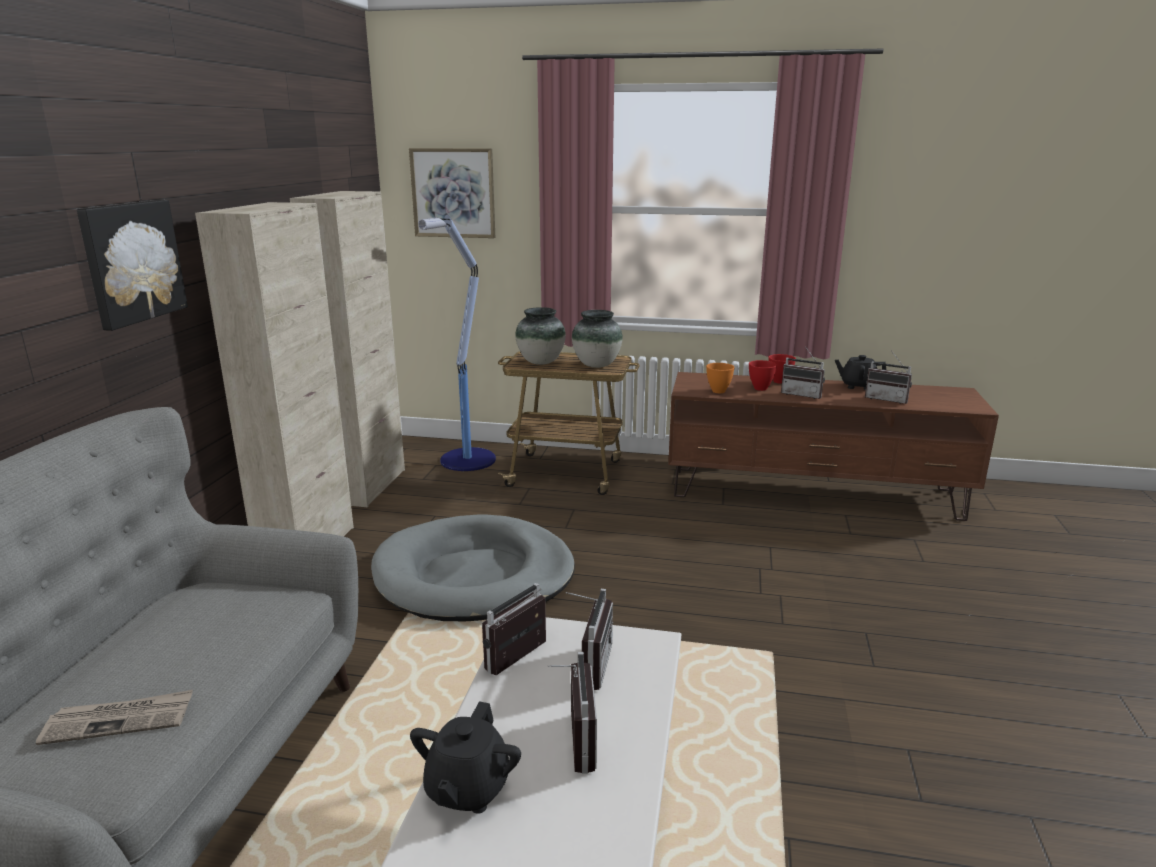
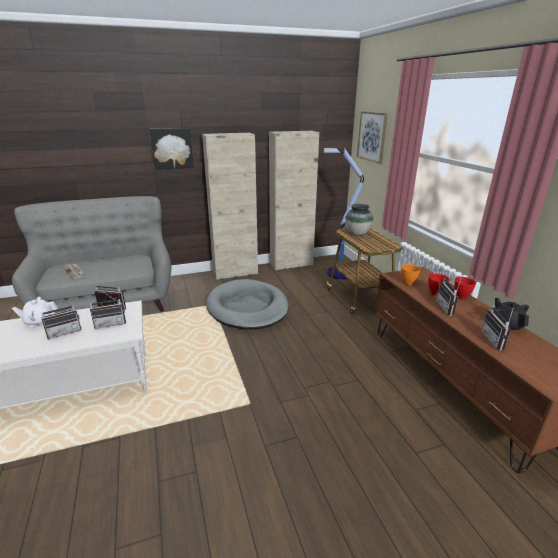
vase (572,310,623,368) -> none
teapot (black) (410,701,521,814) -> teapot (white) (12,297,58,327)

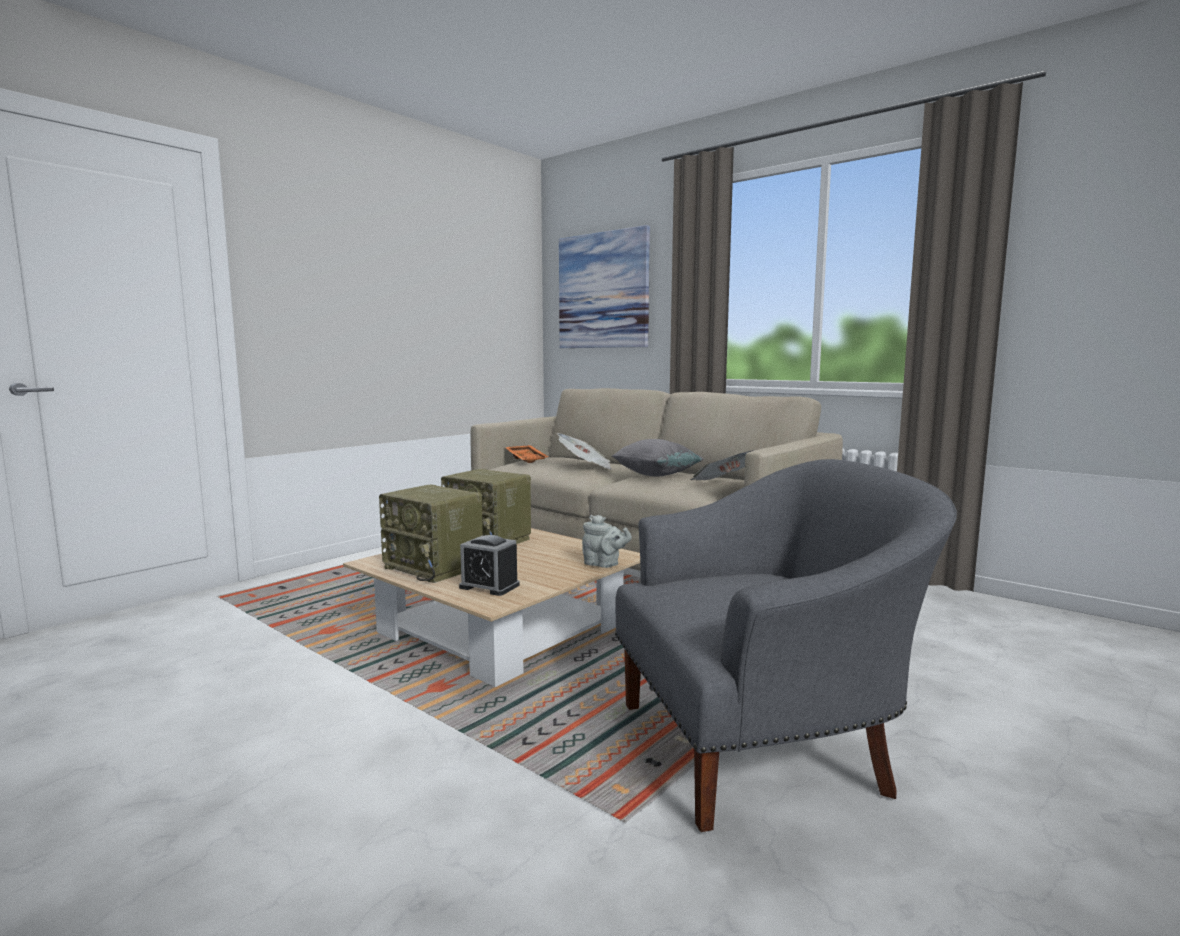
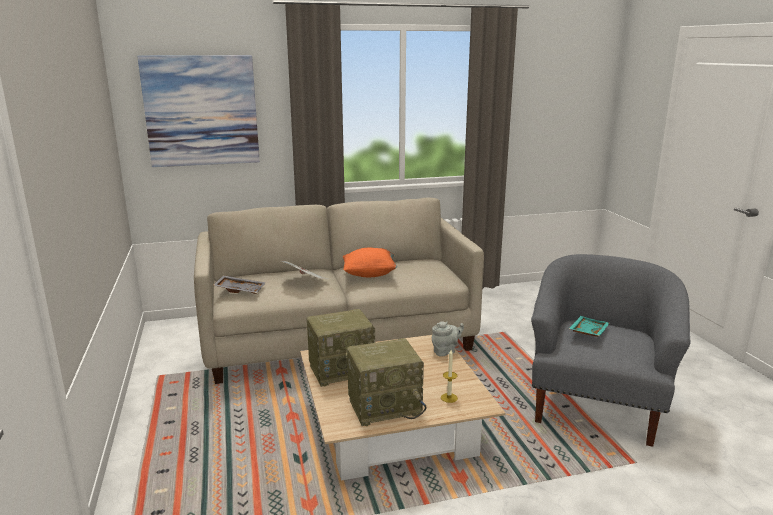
pillow (grey) (612,439,704,477) -> pillow (orange) (343,248,397,277)
tray (orange) (505,445,549,463) -> tray (grey) (214,275,266,294)
newspaper (690,450,754,481) -> none
alarm clock (459,535,520,596) -> candle (441,350,458,403)
none -> tray (turquoise) (569,316,609,337)

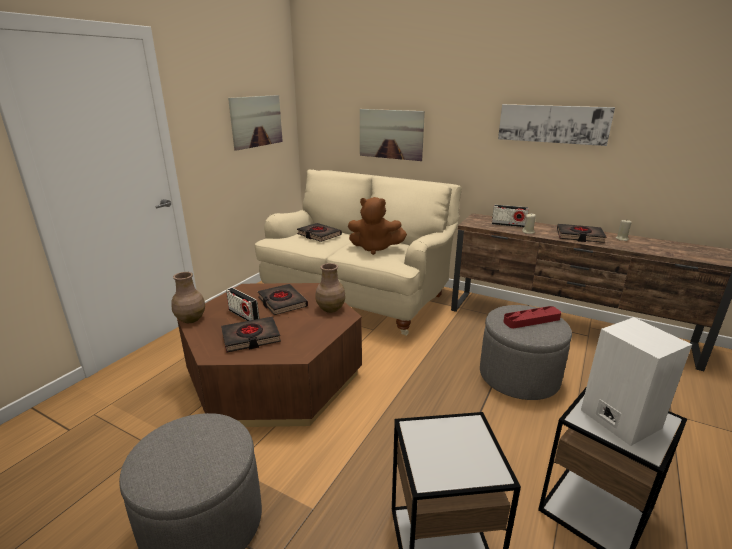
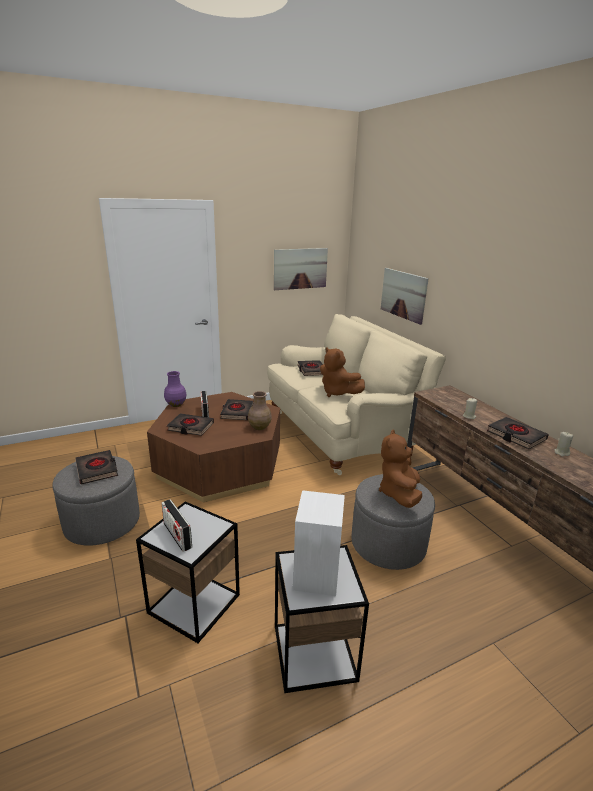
picture (498,104,615,146) -> none
radio (492,205,529,227) -> radio (162,499,192,552), relocated
vase (brown) (172,272,205,323) -> vase (purple) (164,371,186,407)
tray (red) (503,306,561,328) -> plush toy (brown) (379,429,422,508)
none -> book (black) (75,450,118,485)

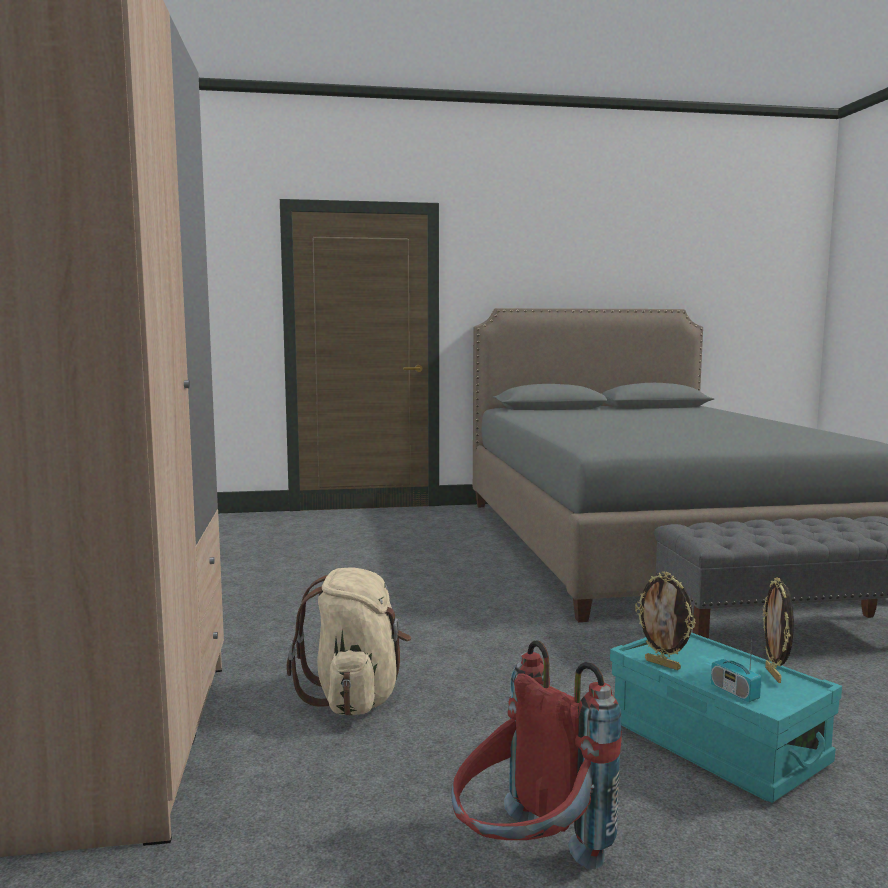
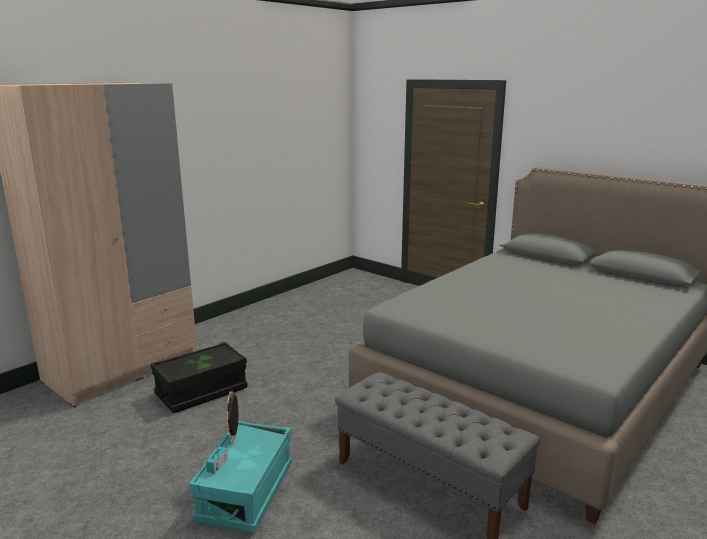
backpack (beige) (286,567,411,716) -> storage box (black) (151,342,248,413)
picture frame (763,577,794,683) -> none
backpack (red) (451,640,622,869) -> none

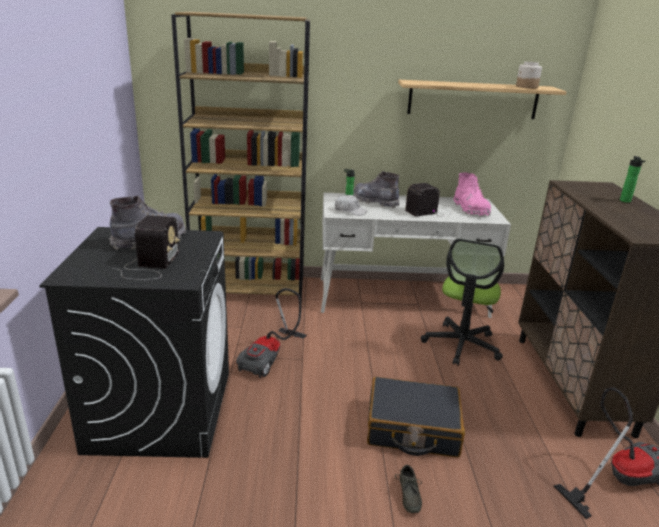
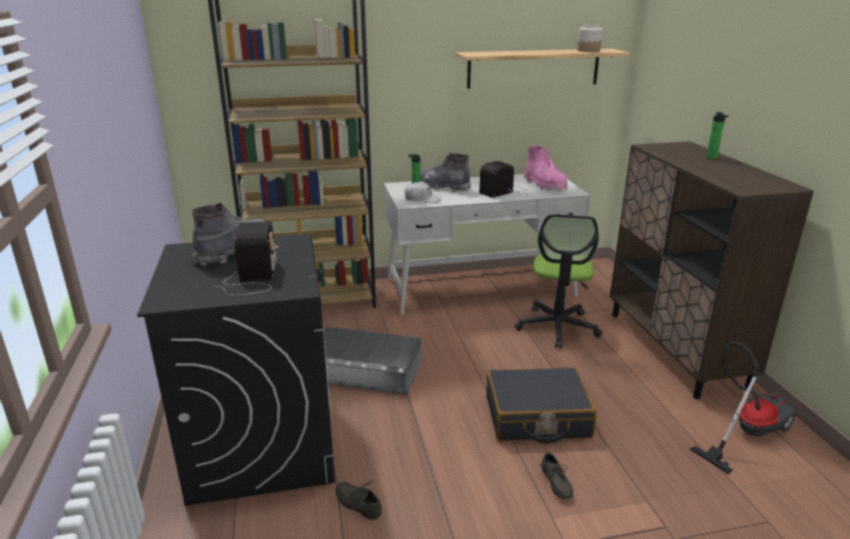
vacuum cleaner (236,288,307,378) -> storage box (grey) (323,327,422,395)
none -> shoe (grey) (336,479,382,520)

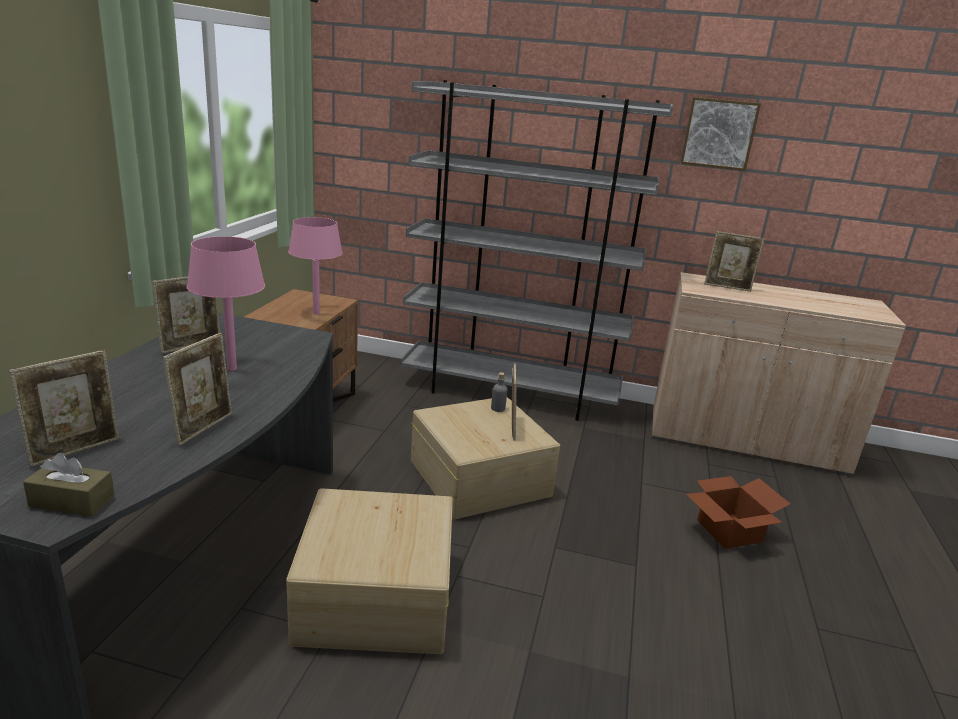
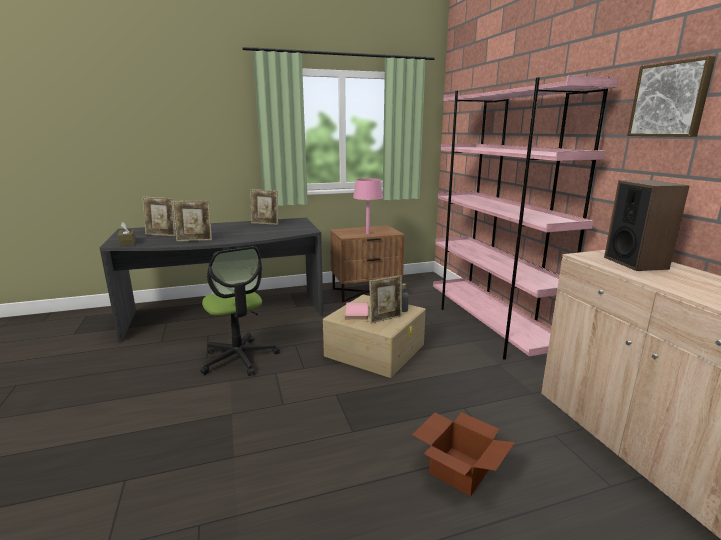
bookcase (grey) (401,80,673,421) -> bookcase (pink) (433,75,618,360)
picture frame (704,231,765,292) -> speaker (604,180,689,271)
table lamp (pink) (187,236,265,371) -> none
storage box (beige) (286,488,453,654) -> office chair (200,246,280,376)
none -> book (pink) (345,302,368,320)

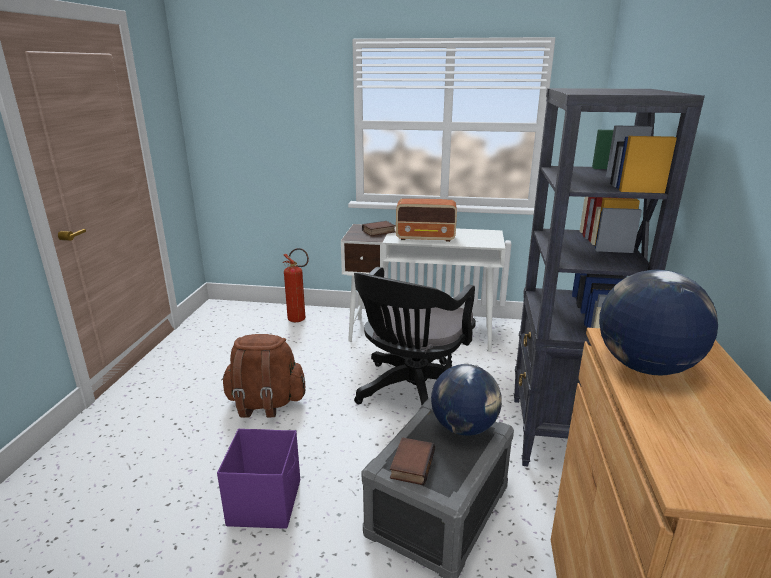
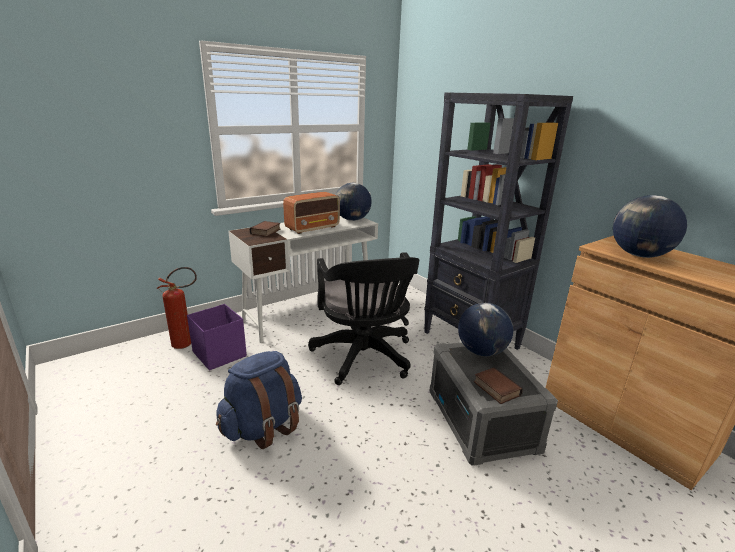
backpack (brown) (222,334,305,418) -> backpack (blue) (216,351,302,449)
storage box (purple) (217,429,300,529) -> storage box (purple) (187,304,247,371), relocated
none -> globe (335,183,372,221)

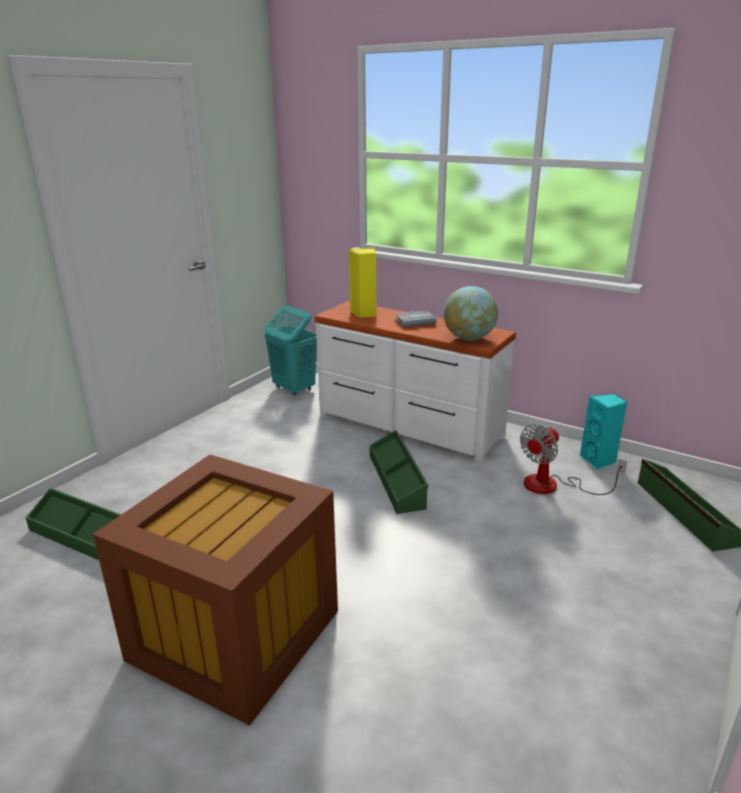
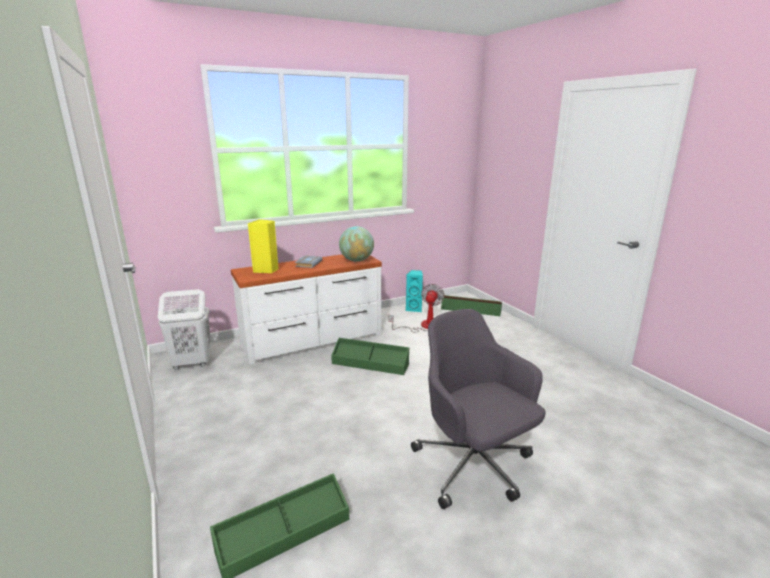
laundry basket (turquoise) (264,306,317,396) -> laundry basket (white) (158,289,211,370)
fan (520,424,627,495) -> fan (389,284,445,333), 150 degrees counterclockwise
storage box (brown) (93,454,338,726) -> office chair (grey) (411,309,546,509)

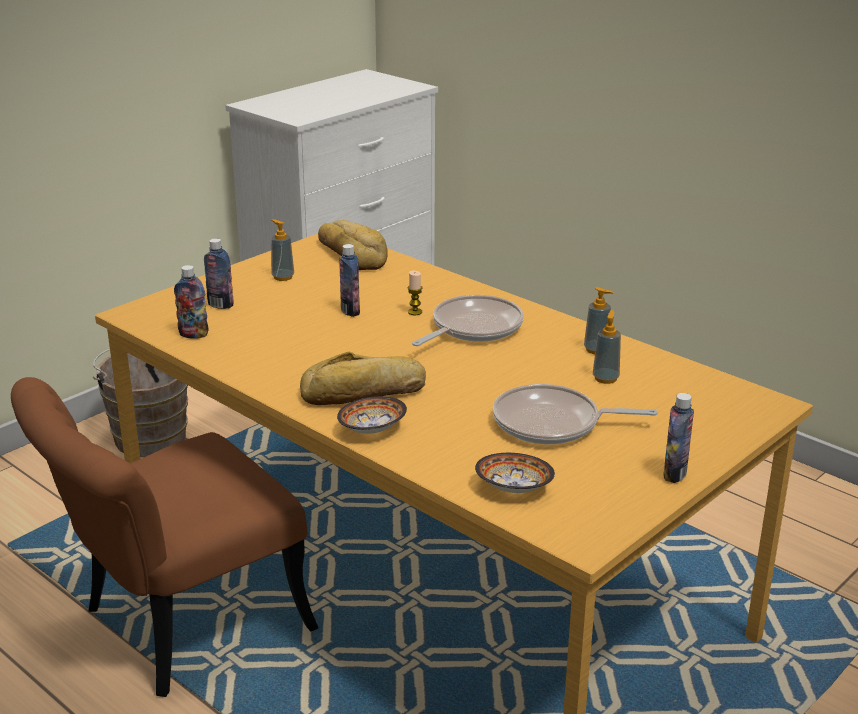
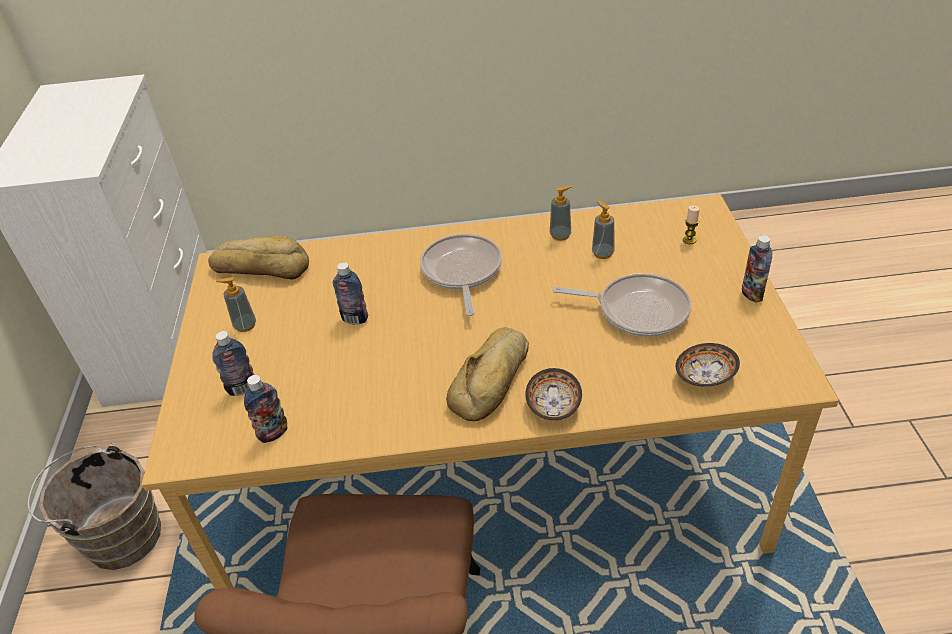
candle (408,271,422,315) -> candle (683,205,700,244), relocated
frying pan (493,384,658,445) -> frying pan (553,273,691,337), 120 degrees counterclockwise

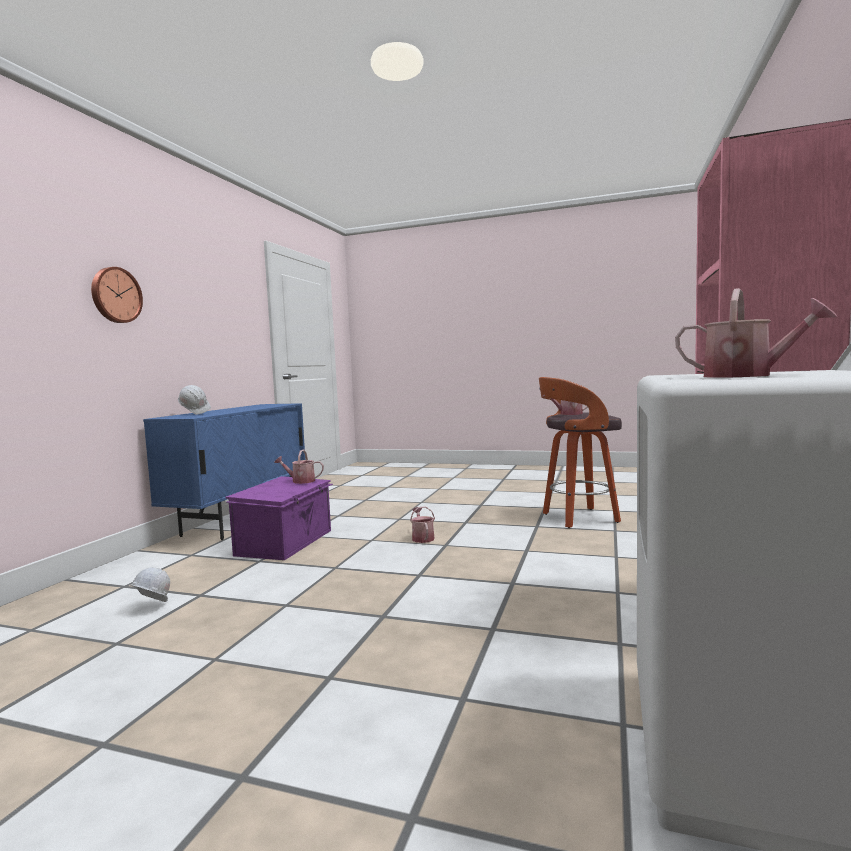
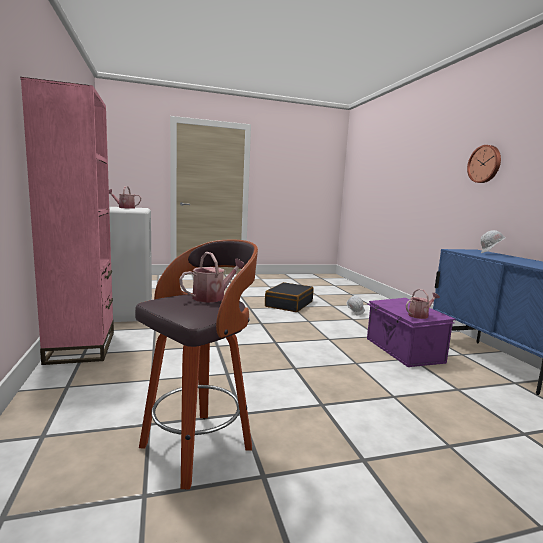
watering can (410,506,435,543) -> none
none -> suitcase (black) (265,282,314,312)

